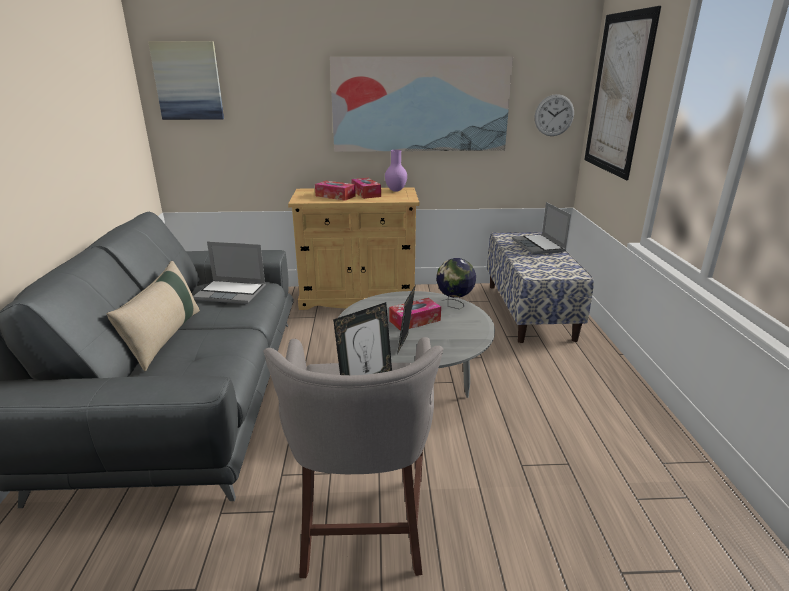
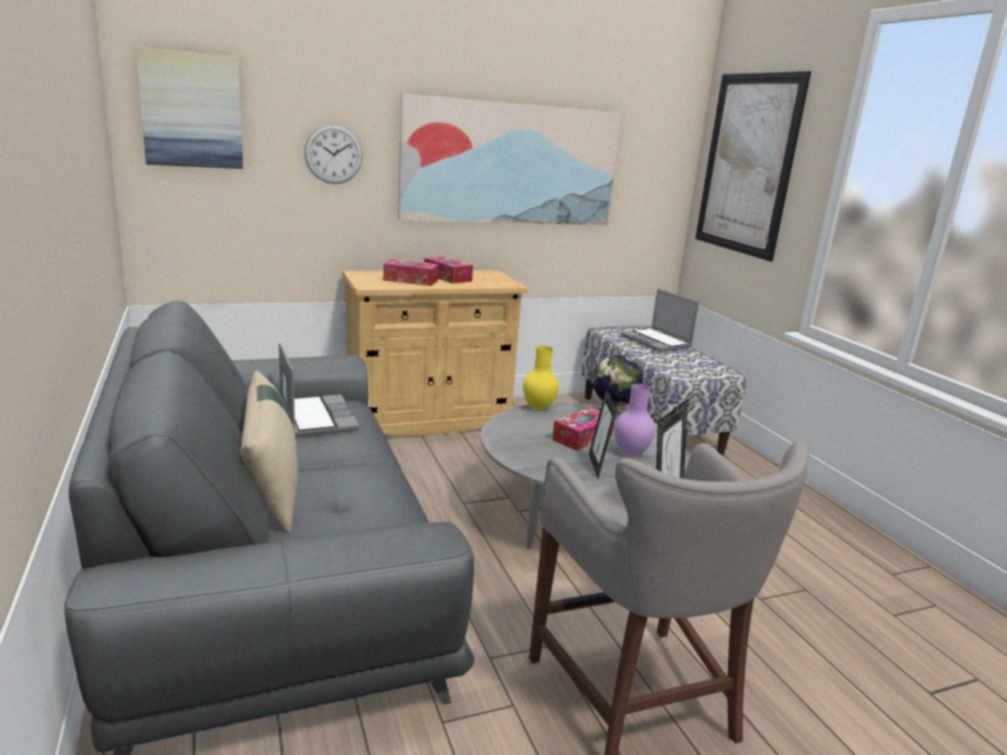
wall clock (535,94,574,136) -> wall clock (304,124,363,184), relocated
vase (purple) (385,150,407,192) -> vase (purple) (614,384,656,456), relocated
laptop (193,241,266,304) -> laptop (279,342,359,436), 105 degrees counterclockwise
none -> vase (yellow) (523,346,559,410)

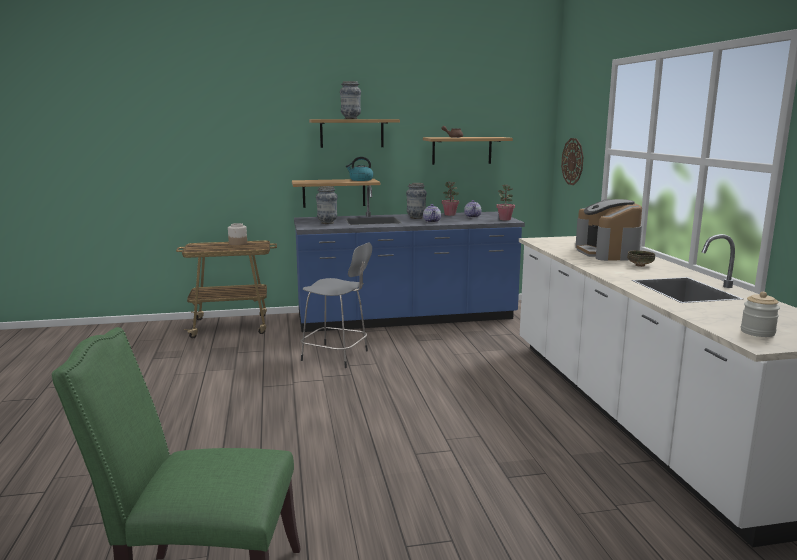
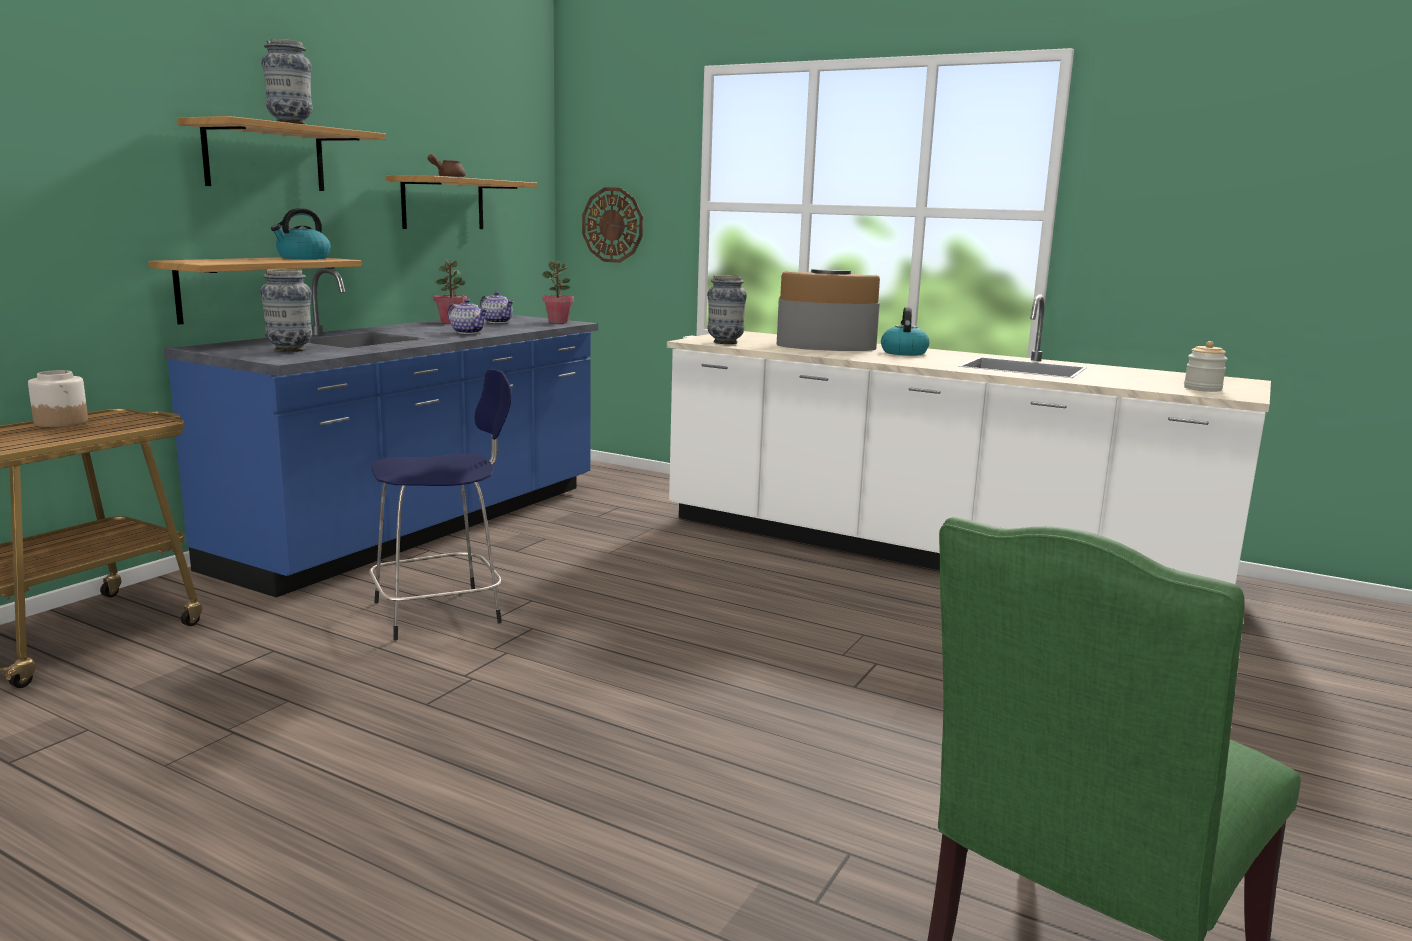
vase (406,183,427,219) -> vase (707,275,747,344), relocated
coffee machine (575,199,642,261) -> coffee machine (776,269,880,351), 150 degrees clockwise
stool (grey) (301,243,372,368) -> stool (blue) (369,369,512,640)
bowl (627,250,655,267) -> kettle (881,307,930,356)

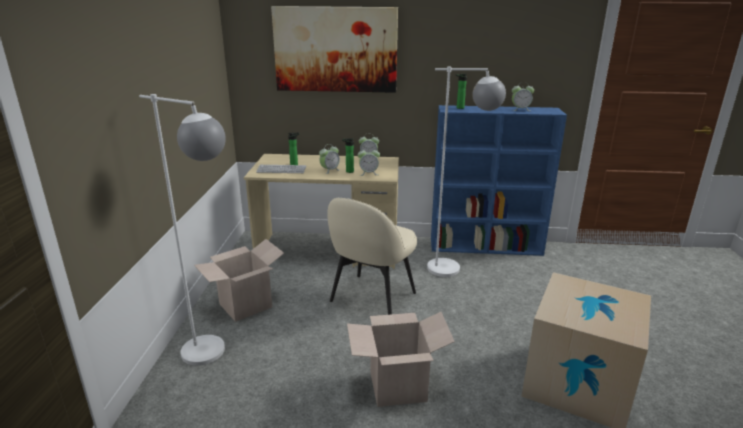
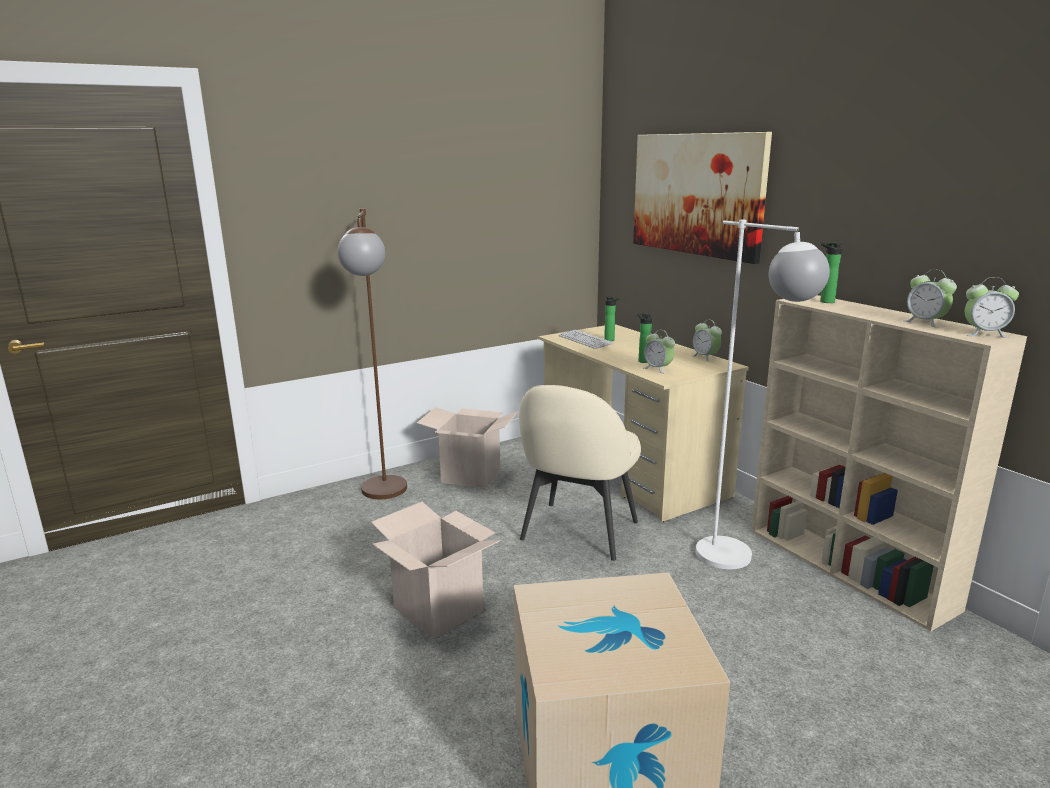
floor lamp (white) (139,94,226,366) -> floor lamp (brown) (338,209,407,499)
bookcase (blue) (431,105,567,256) -> bookcase (beige) (751,295,1027,631)
alarm clock (319,144,340,174) -> alarm clock (965,277,1019,338), relocated
chair (beige) (327,198,417,315) -> chair (beige) (519,385,641,561), 60 degrees counterclockwise

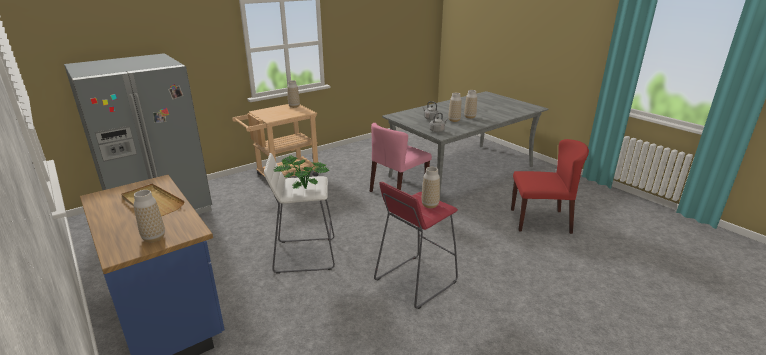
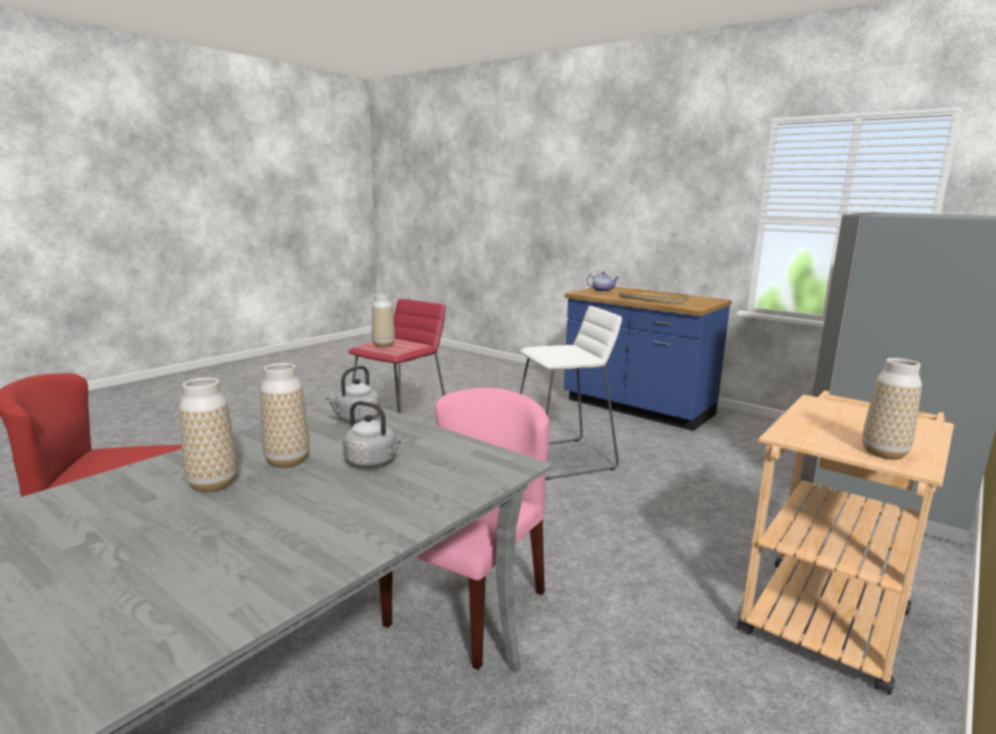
potted plant (274,155,329,189) -> none
vase (134,190,165,242) -> teapot (586,271,620,292)

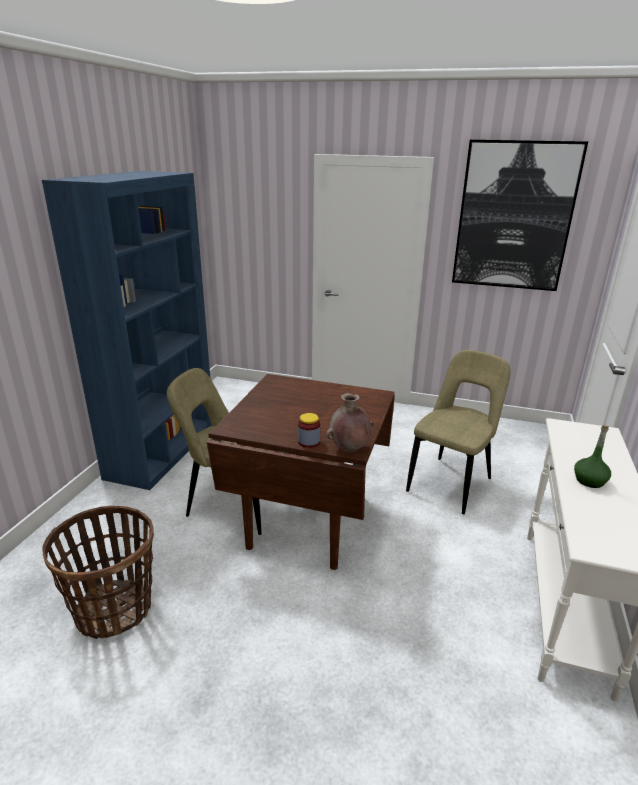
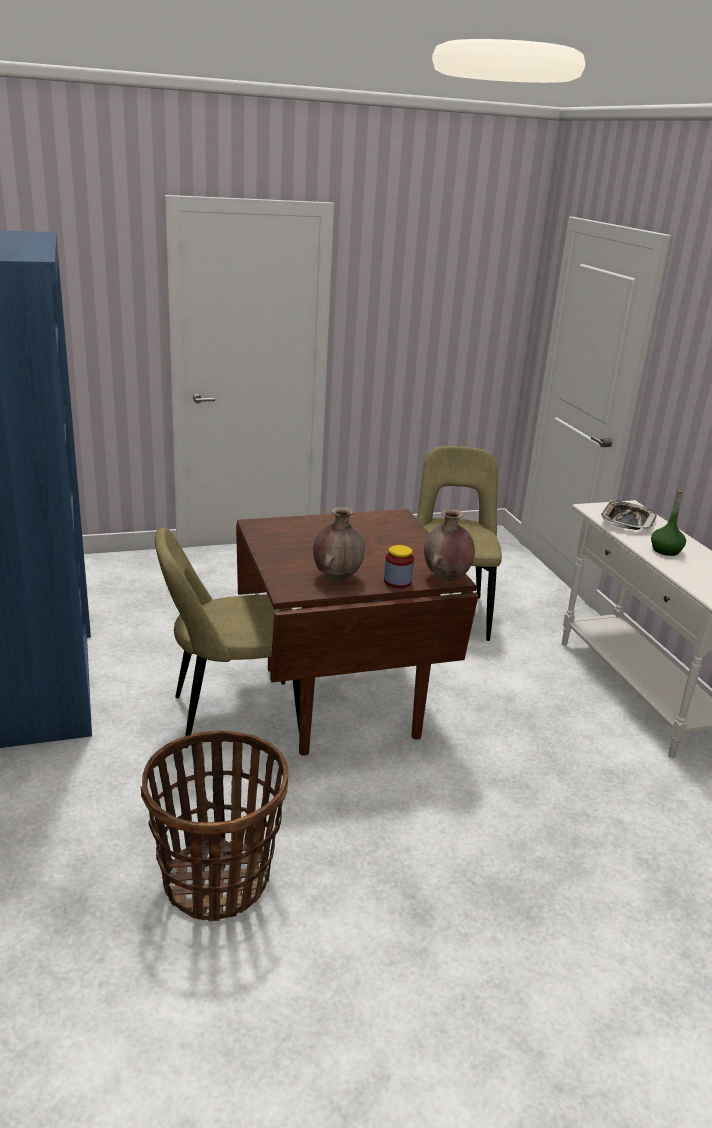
picture (452,140,588,291) -> none
none -> tray (601,500,657,530)
none -> vase (brown) (313,507,365,582)

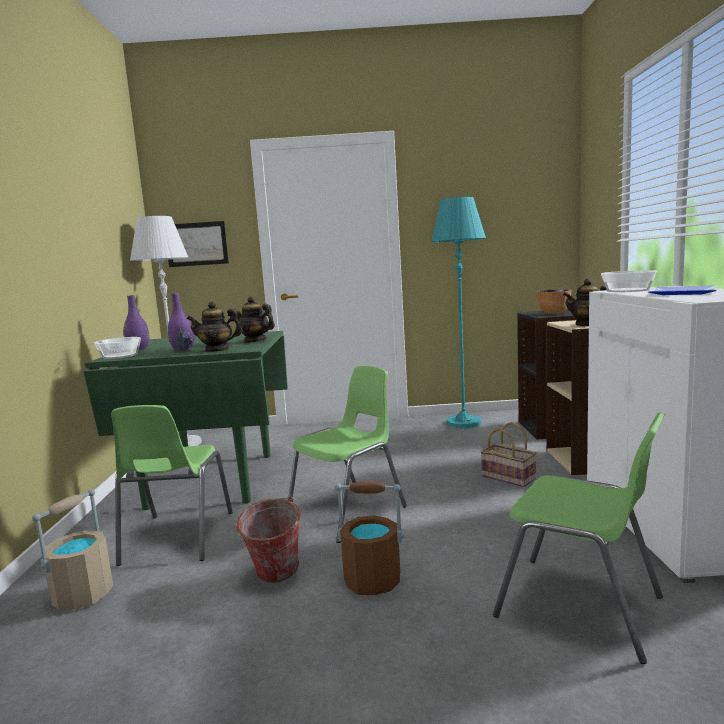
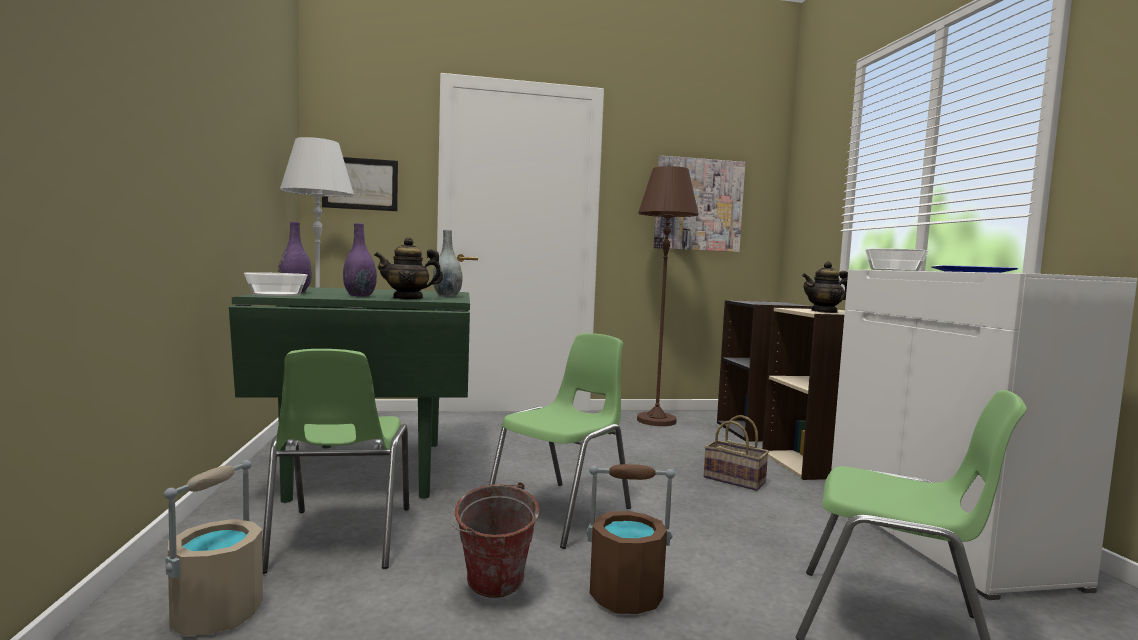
floor lamp (turquoise) (431,197,486,428) -> floor lamp (brown) (637,166,699,426)
bowl (537,289,571,314) -> none
teapot (234,296,275,343) -> vase (grey) (433,230,463,296)
none -> picture (654,155,745,252)

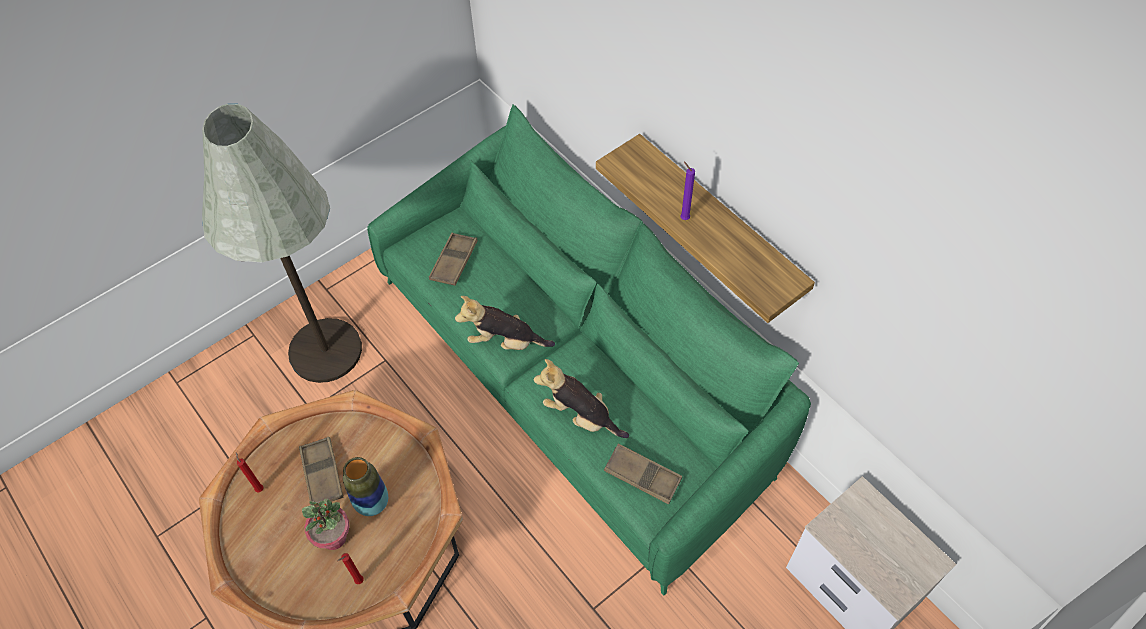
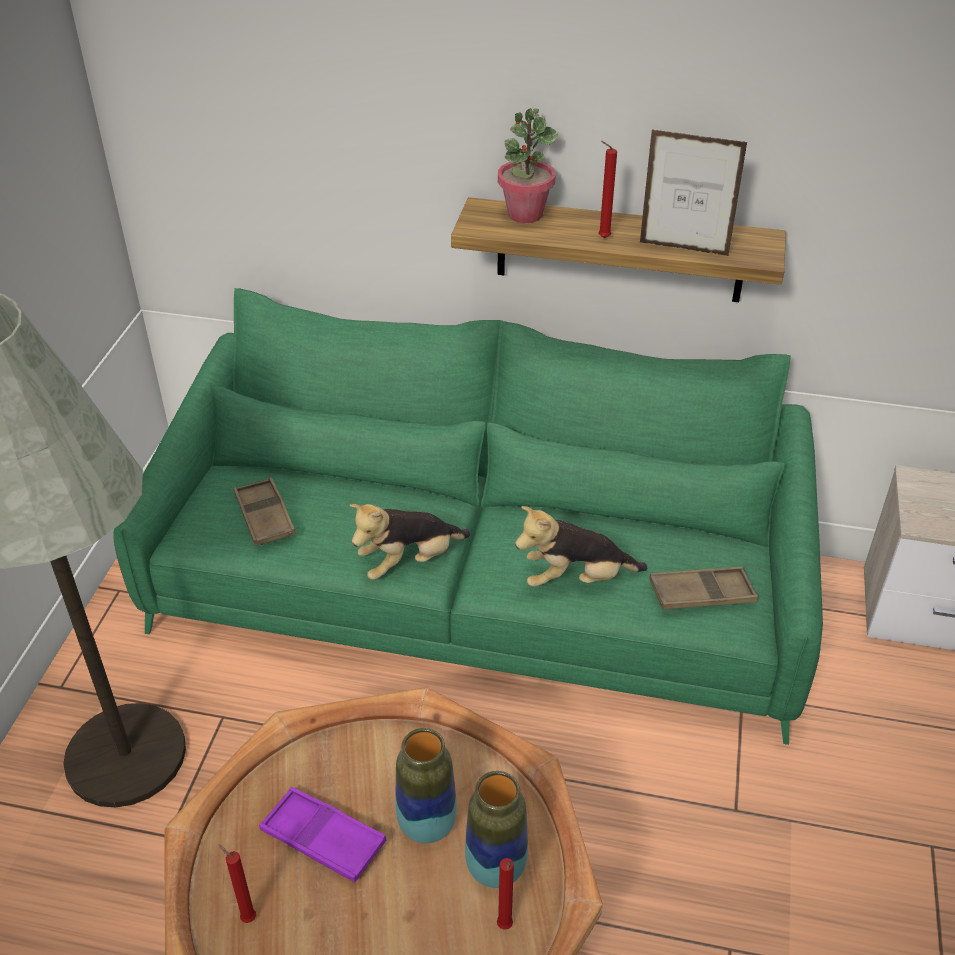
candle (purple) (680,162,695,220) -> candle (red) (599,141,617,238)
tray (brown) (299,437,344,507) -> tray (purple) (259,787,386,882)
potted plant (302,498,350,550) -> potted plant (498,108,558,223), relocated
none -> picture frame (640,129,748,256)
none -> vase (465,771,528,888)

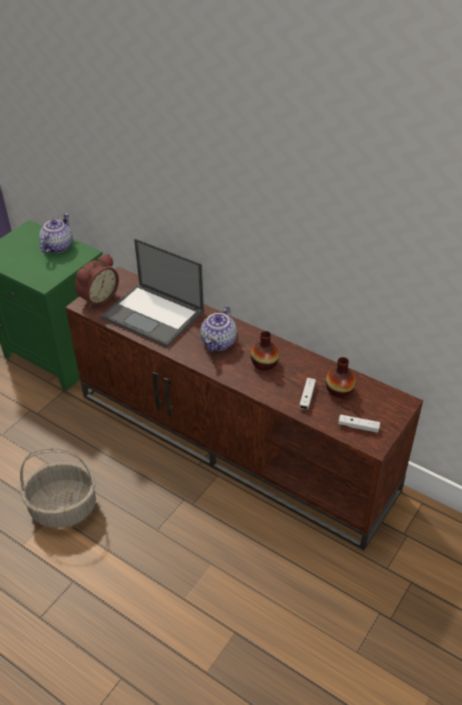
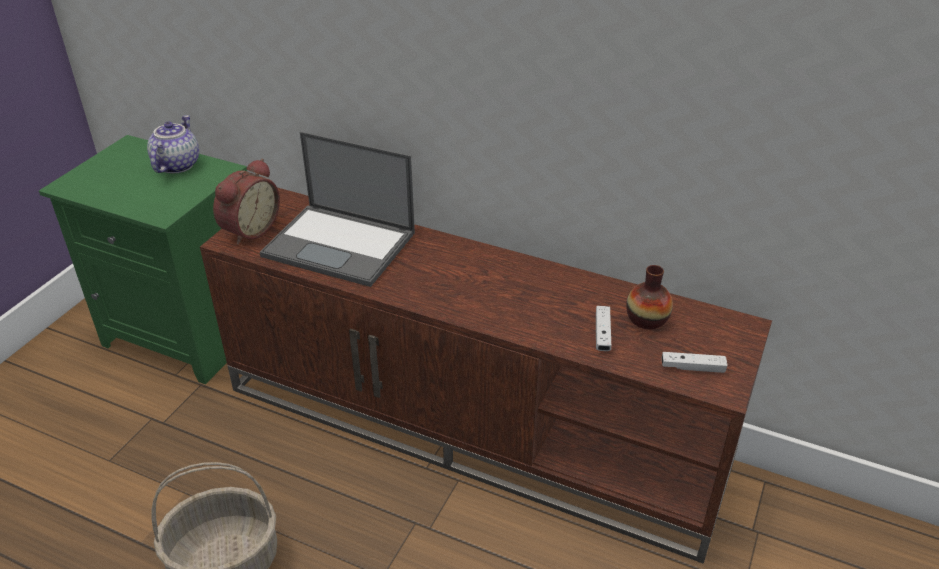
teapot (200,306,237,351) -> none
vase (251,331,279,371) -> none

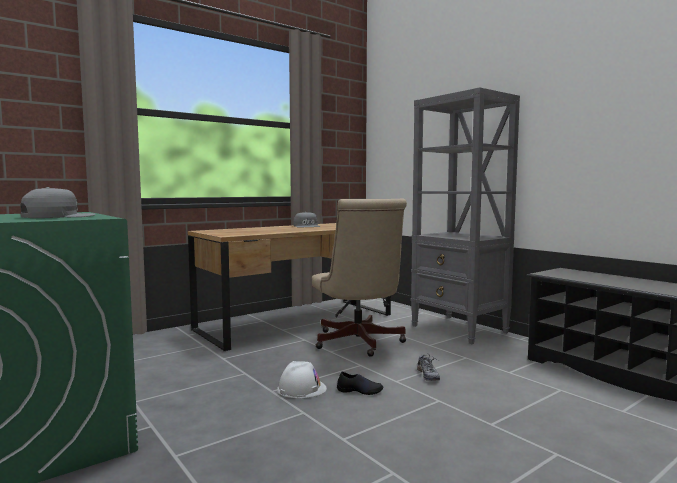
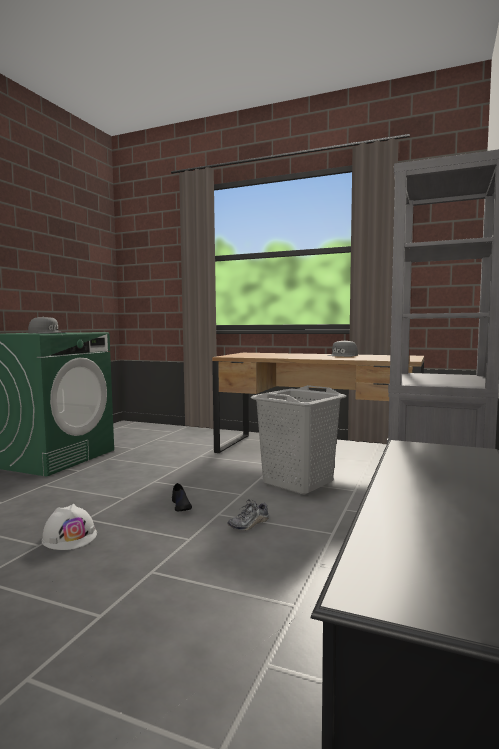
office chair (beige) (312,199,407,357) -> laundry basket (grey) (250,385,346,495)
hard hat (white) (277,361,327,398) -> hard hat (white) (42,504,97,550), relocated

